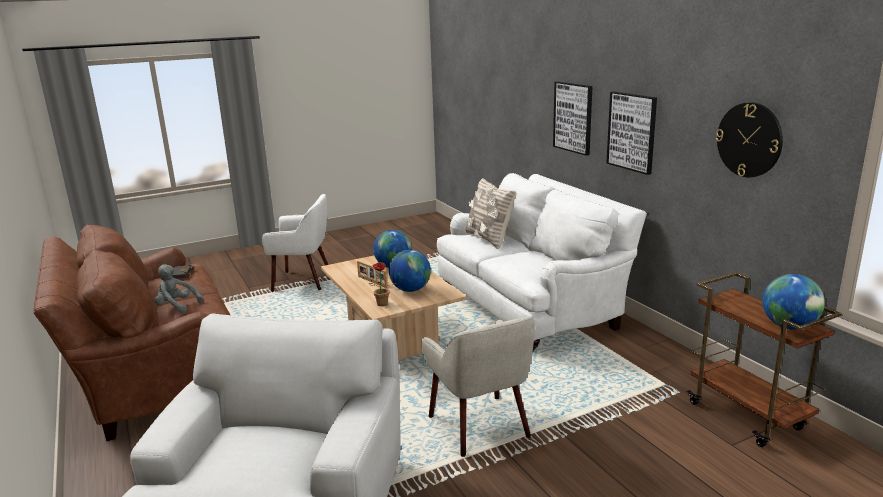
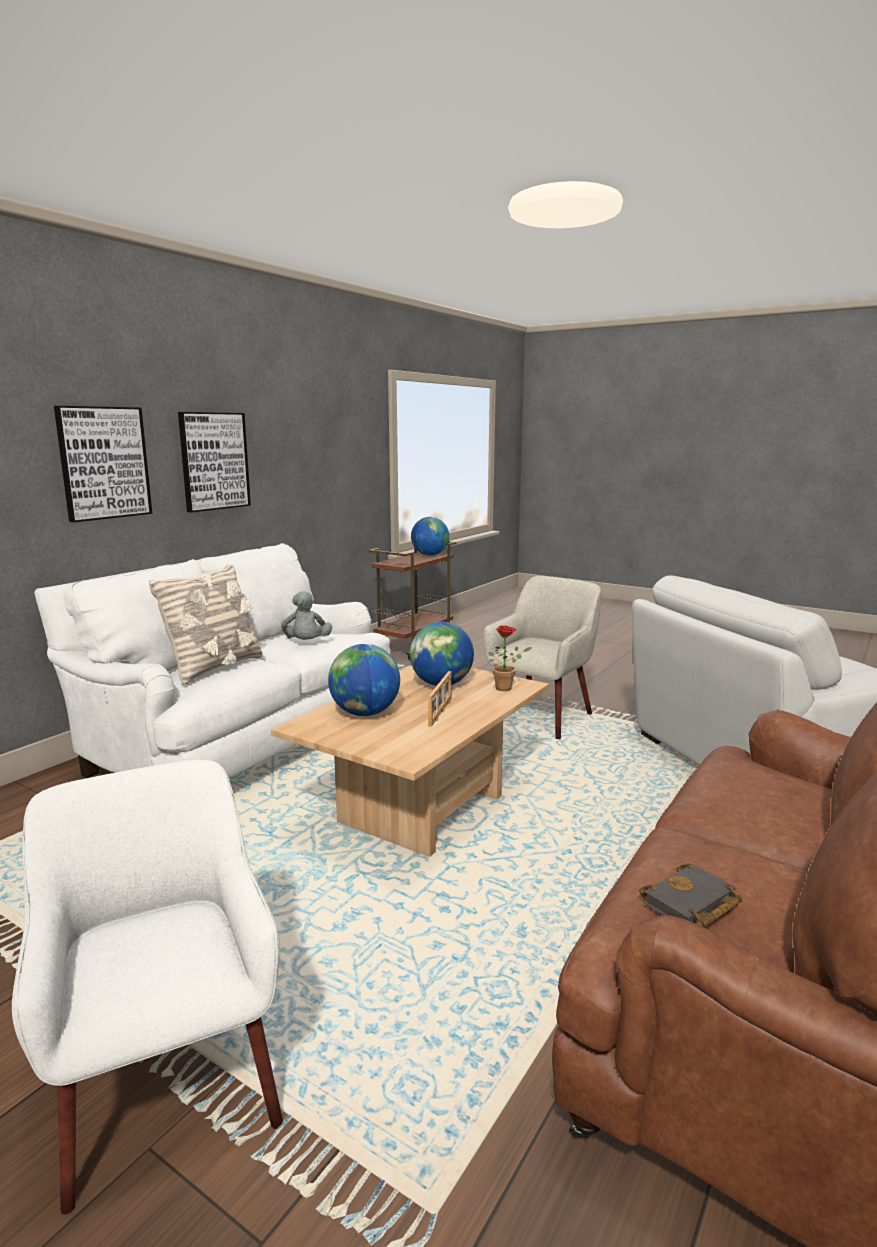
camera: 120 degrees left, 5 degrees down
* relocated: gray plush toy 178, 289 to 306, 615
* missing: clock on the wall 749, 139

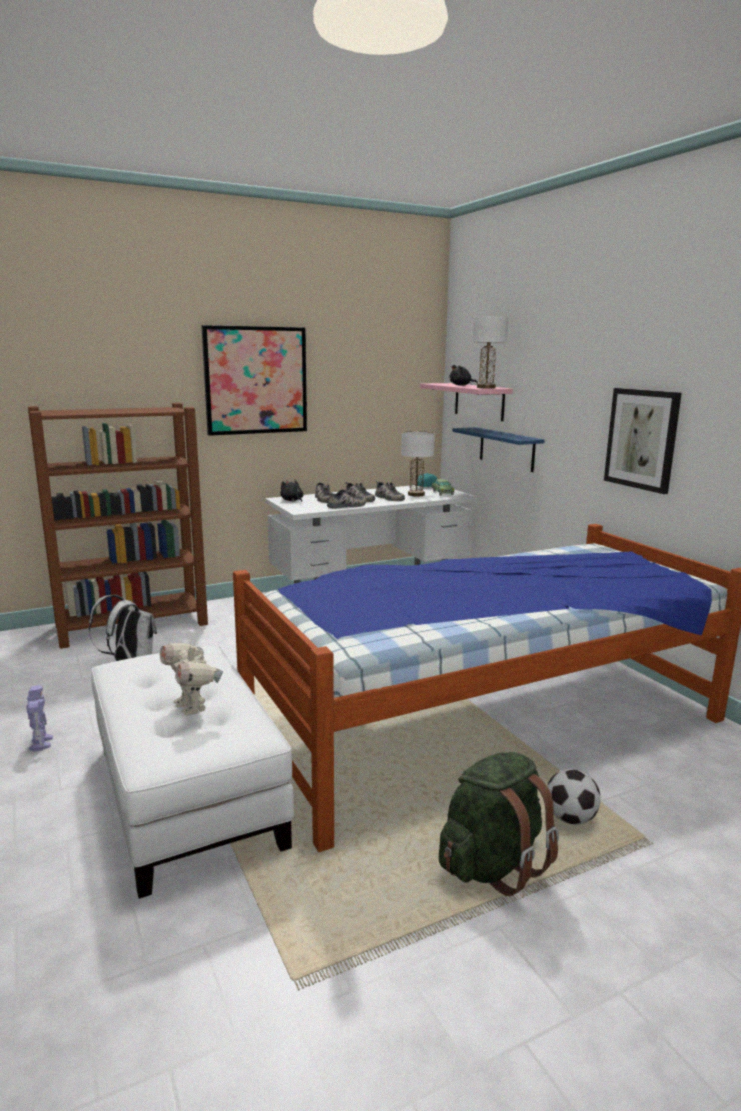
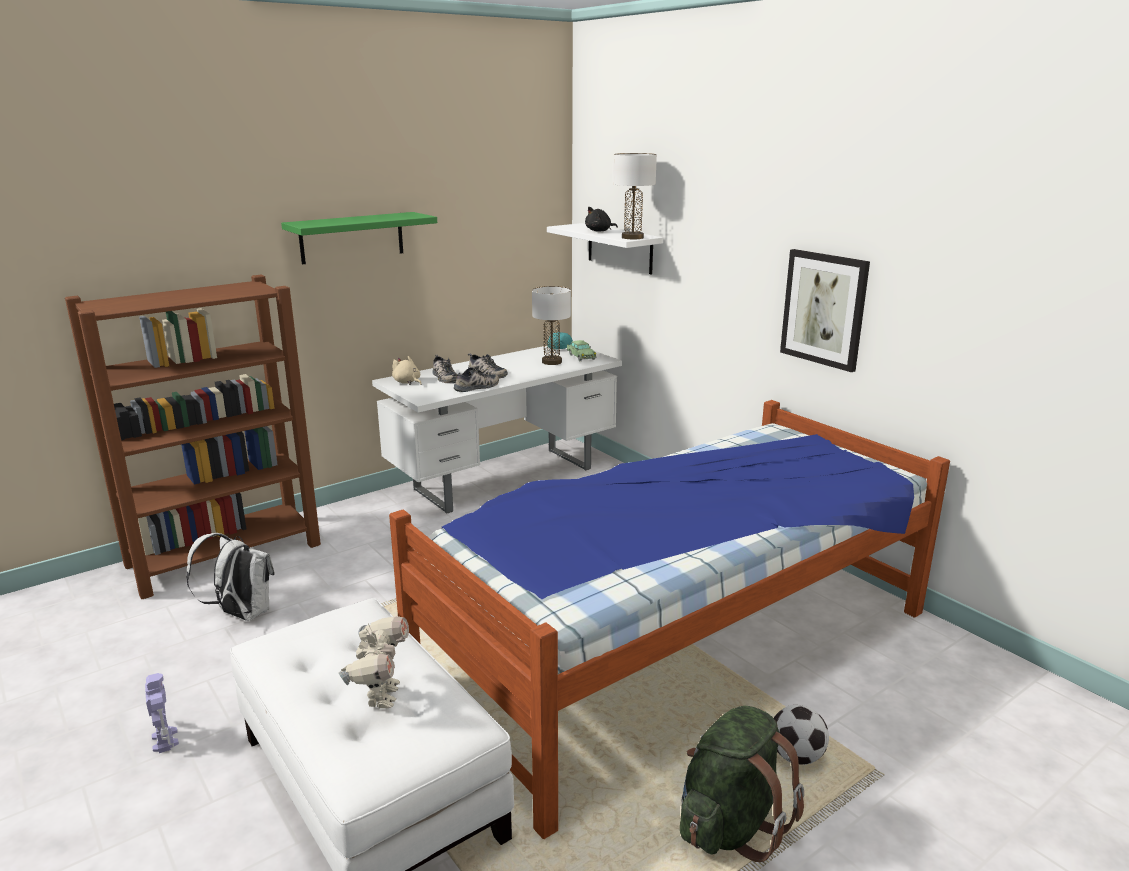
camera: 10 degrees left, 5 degrees up
* spun: robot figure 191, 677 = 373, 662 135 degrees counterclockwise
* exchanged: wall picture 254, 380 to greenish bracket shelf 359, 238
* colour: black-coloured plush toy 291, 491 to sand-coloured plush toy 407, 370
* missing: shoe 390, 491
* colour: pinkish bracket shelf 466, 402 to white bracket shelf 605, 248
* missing: blue bracket shelf 498, 449

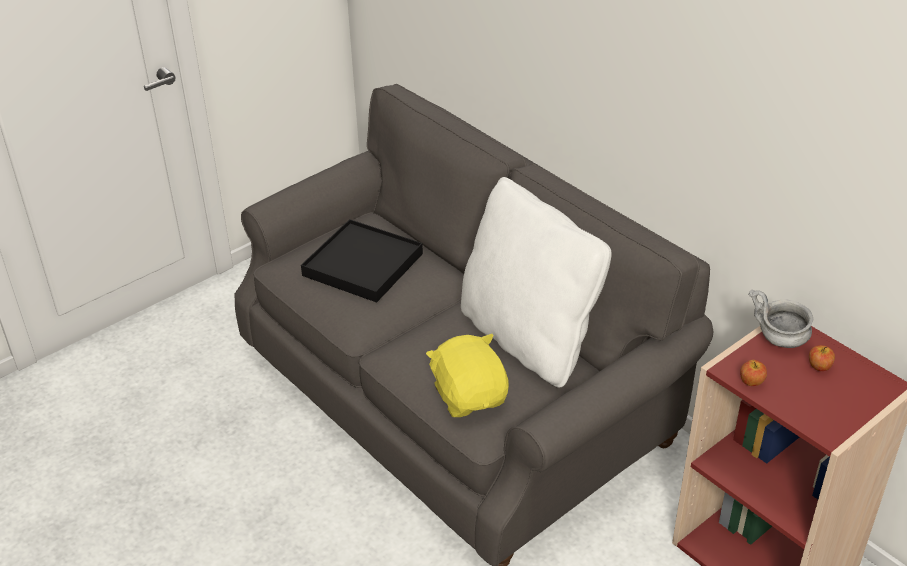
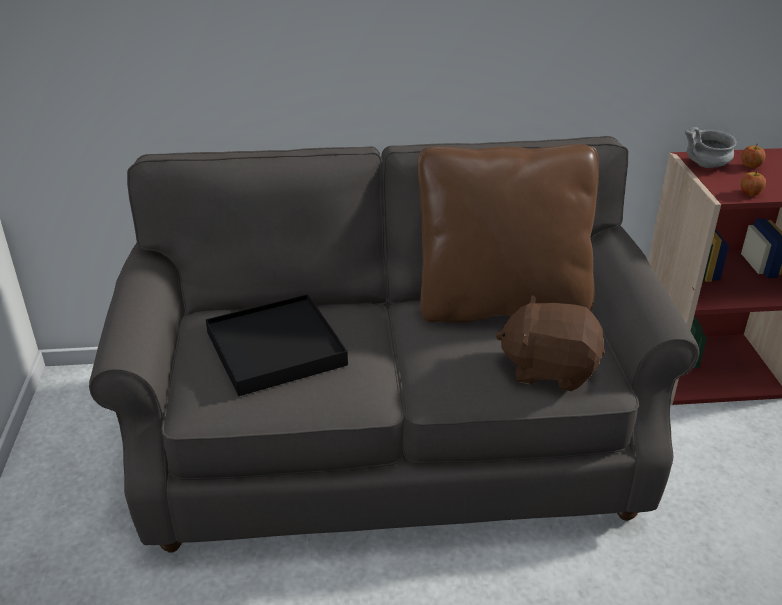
camera: 55 degrees left, 5 degrees down
* colour: yellow plush toy 467, 375 to brown-coloured plush toy 550, 343
* colour: white throw pillow 536, 282 to brown-coloured throw pillow 508, 233

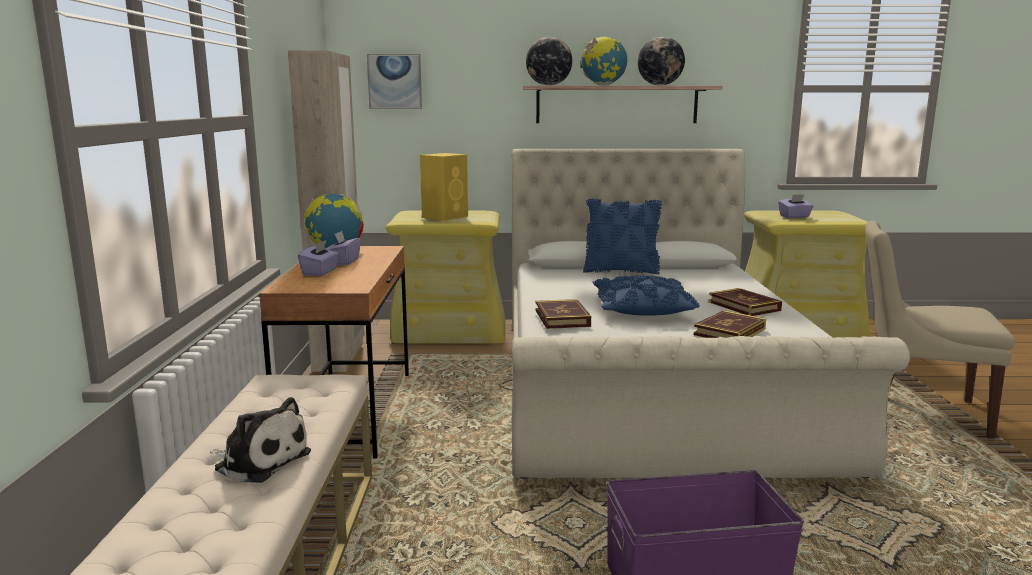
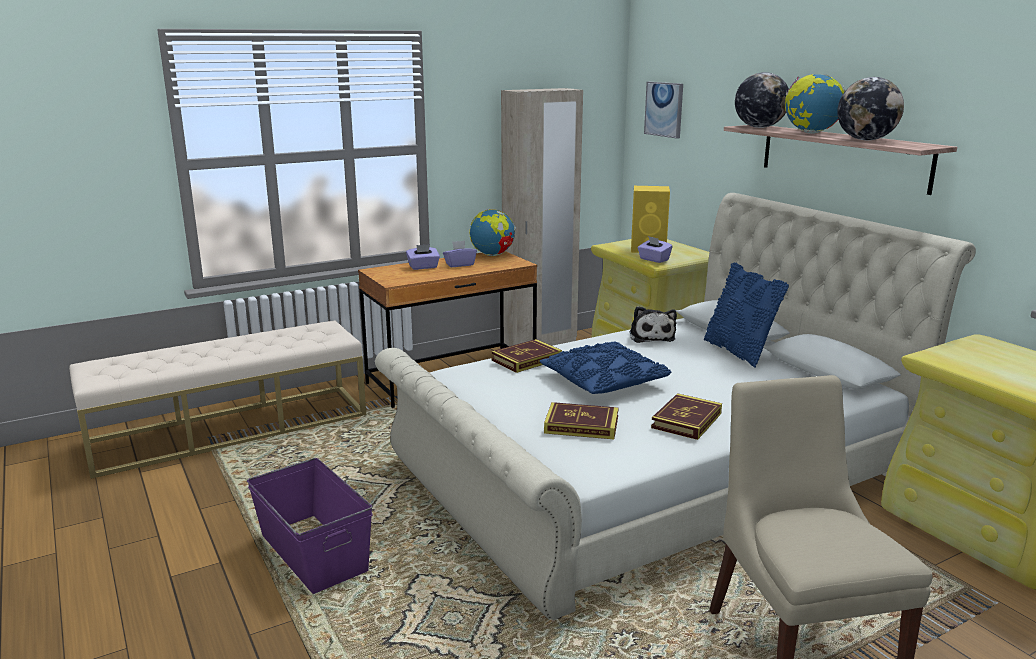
camera: 60 degrees right, 5 degrees up
* relocated: plush toy 260, 440 to 653, 324
* relocated: purple-coloured tissue holder 796, 206 to 655, 249

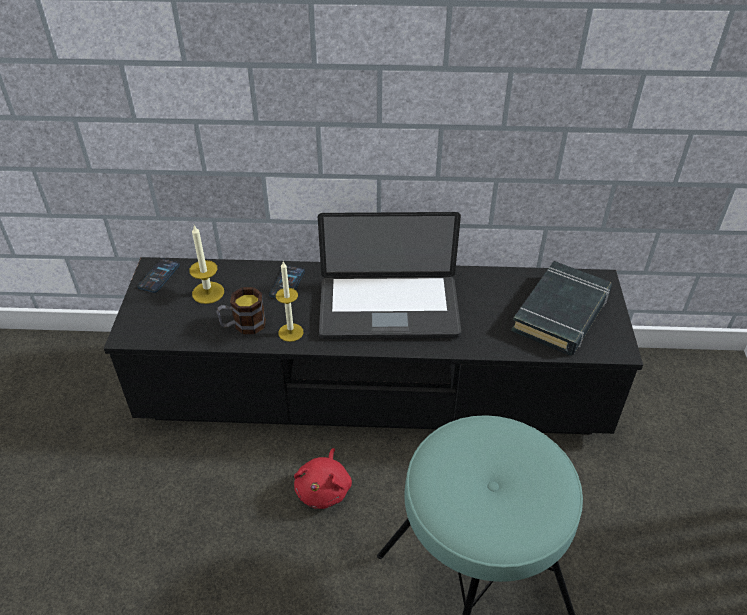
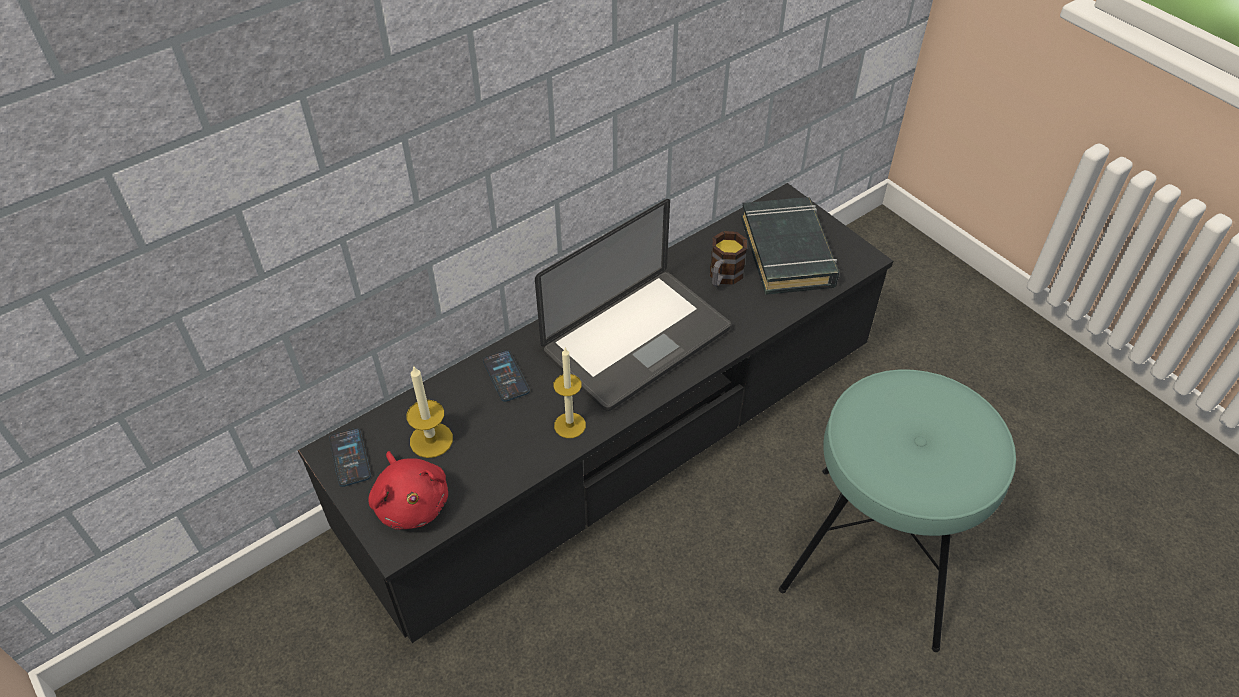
camera: 40 degrees left, 5 degrees up
* relocated: coffee mug 241, 310 to 728, 259
* relocated: reddish plush toy 323, 478 to 408, 490

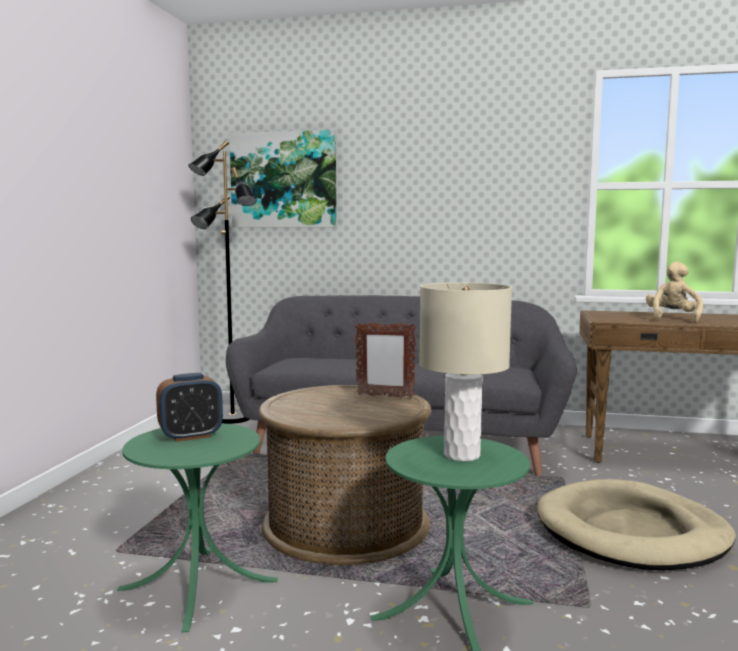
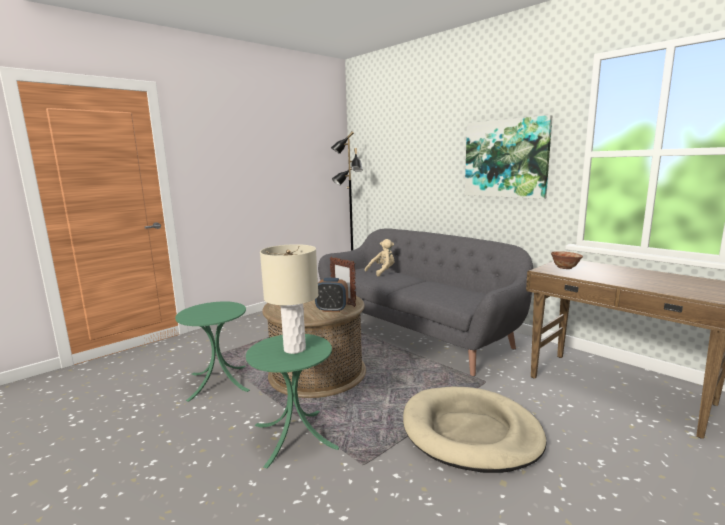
camera: 35 degrees right, 5 degrees up
* relocated: alarm clock 189, 407 to 331, 295
* relocated: wall picture 282, 178 to 508, 157
* relocated: sand-coloured plush toy 674, 292 to 379, 257
* appeared: bowl 567, 260

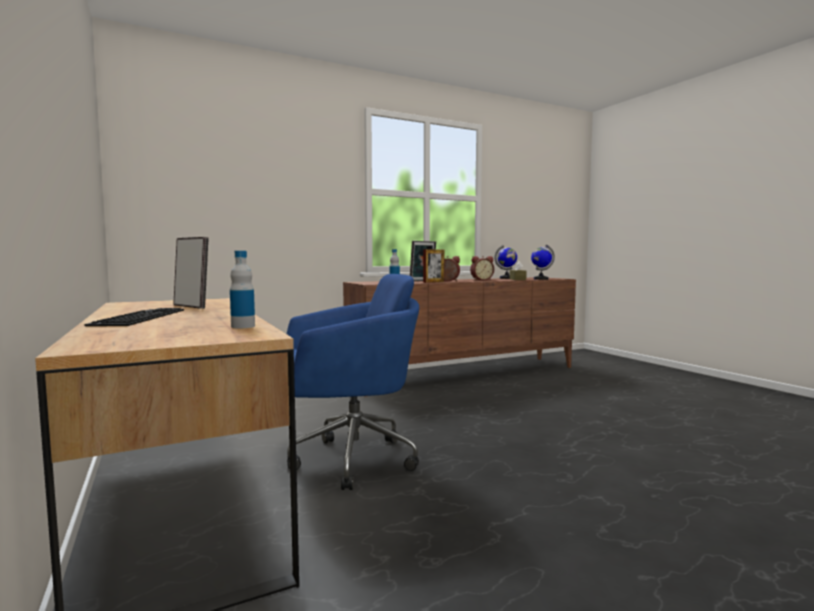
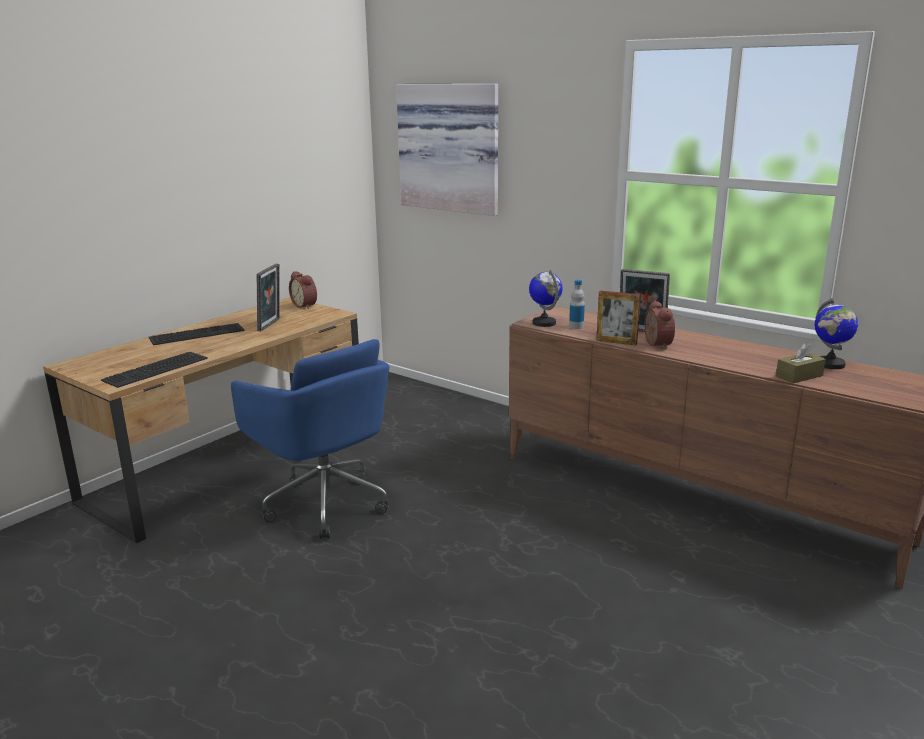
camera: 65 degrees right, 15 degrees up
* exchanged: bottle 242, 289 to keyboard 154, 370
* relocated: alarm clock 482, 268 to 303, 290
* relocated: world globe 543, 262 to 546, 298
* appeared: wall picture 447, 150

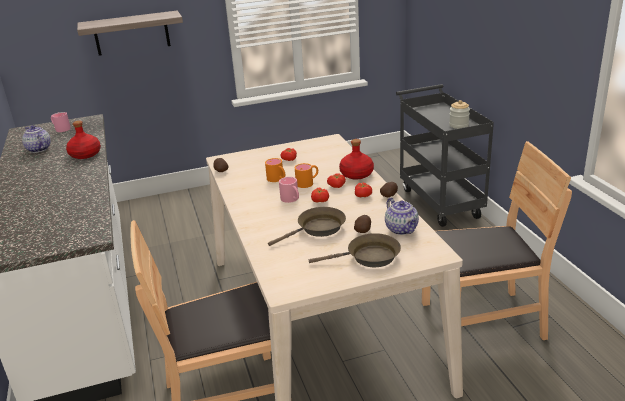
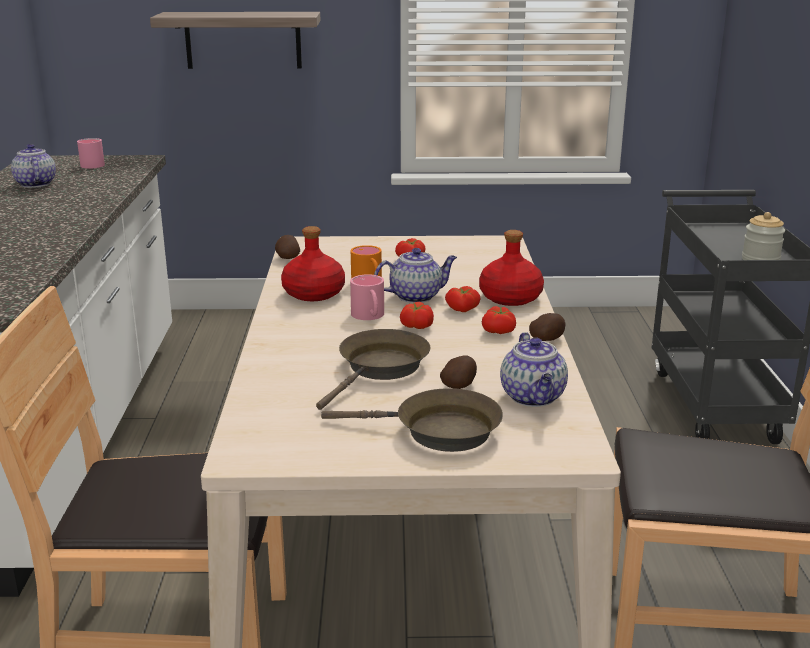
camera: 15 degrees right, 5 degrees down
* relocated: reddish bottle 83, 140 to 313, 263
* spun: brown-coloured skillet 307, 226 = 373, 369 45 degrees counterclockwise
* exchanged: orange coffee mug 306, 175 to teapot 415, 275

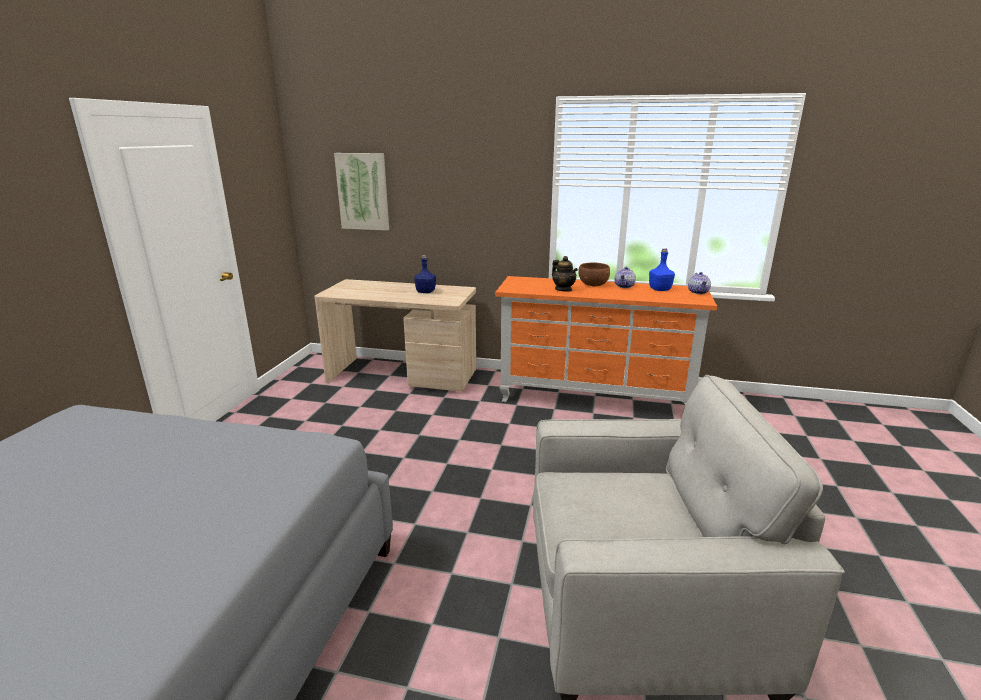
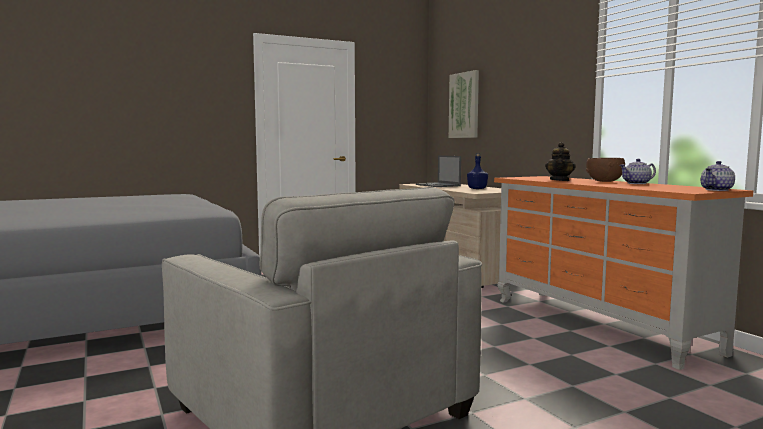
camera: 50 degrees right, 15 degrees down
* missing: blue bottle 662, 269
* appeared: laptop 438, 171

